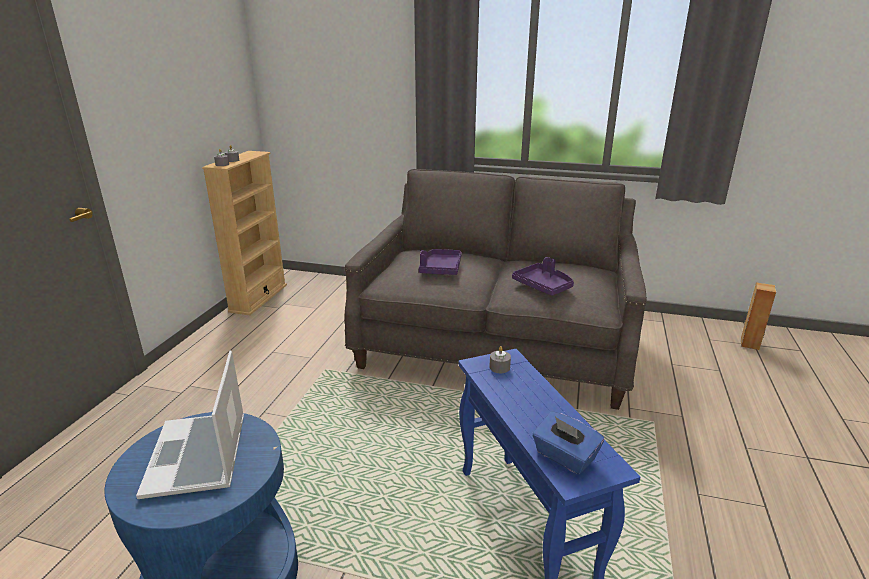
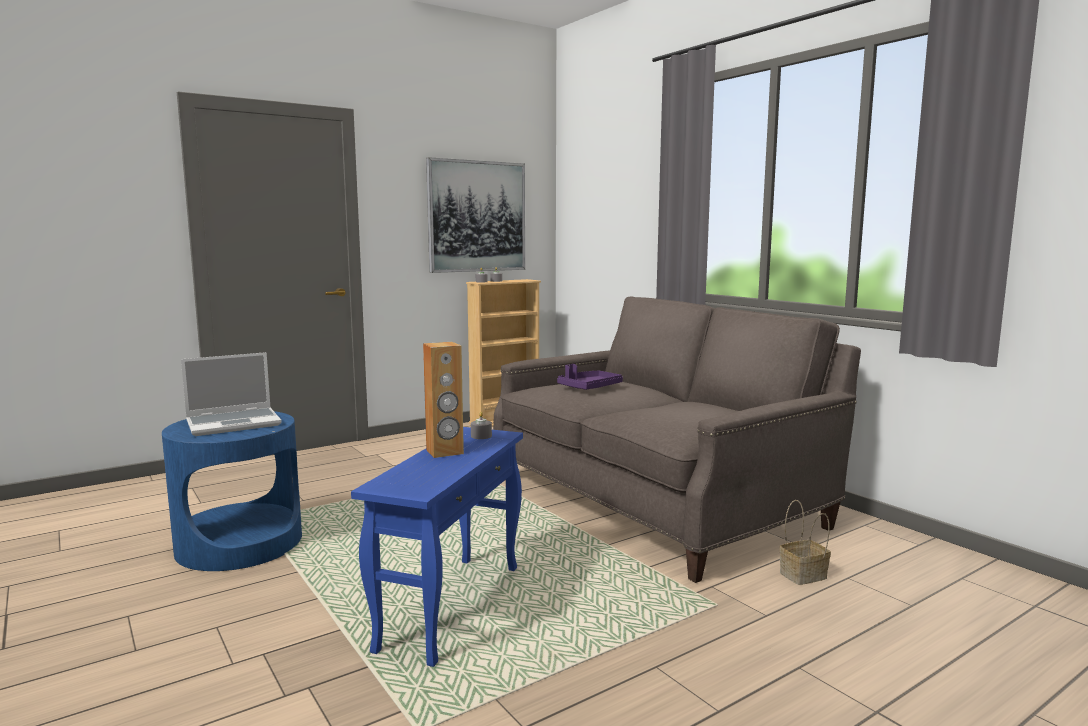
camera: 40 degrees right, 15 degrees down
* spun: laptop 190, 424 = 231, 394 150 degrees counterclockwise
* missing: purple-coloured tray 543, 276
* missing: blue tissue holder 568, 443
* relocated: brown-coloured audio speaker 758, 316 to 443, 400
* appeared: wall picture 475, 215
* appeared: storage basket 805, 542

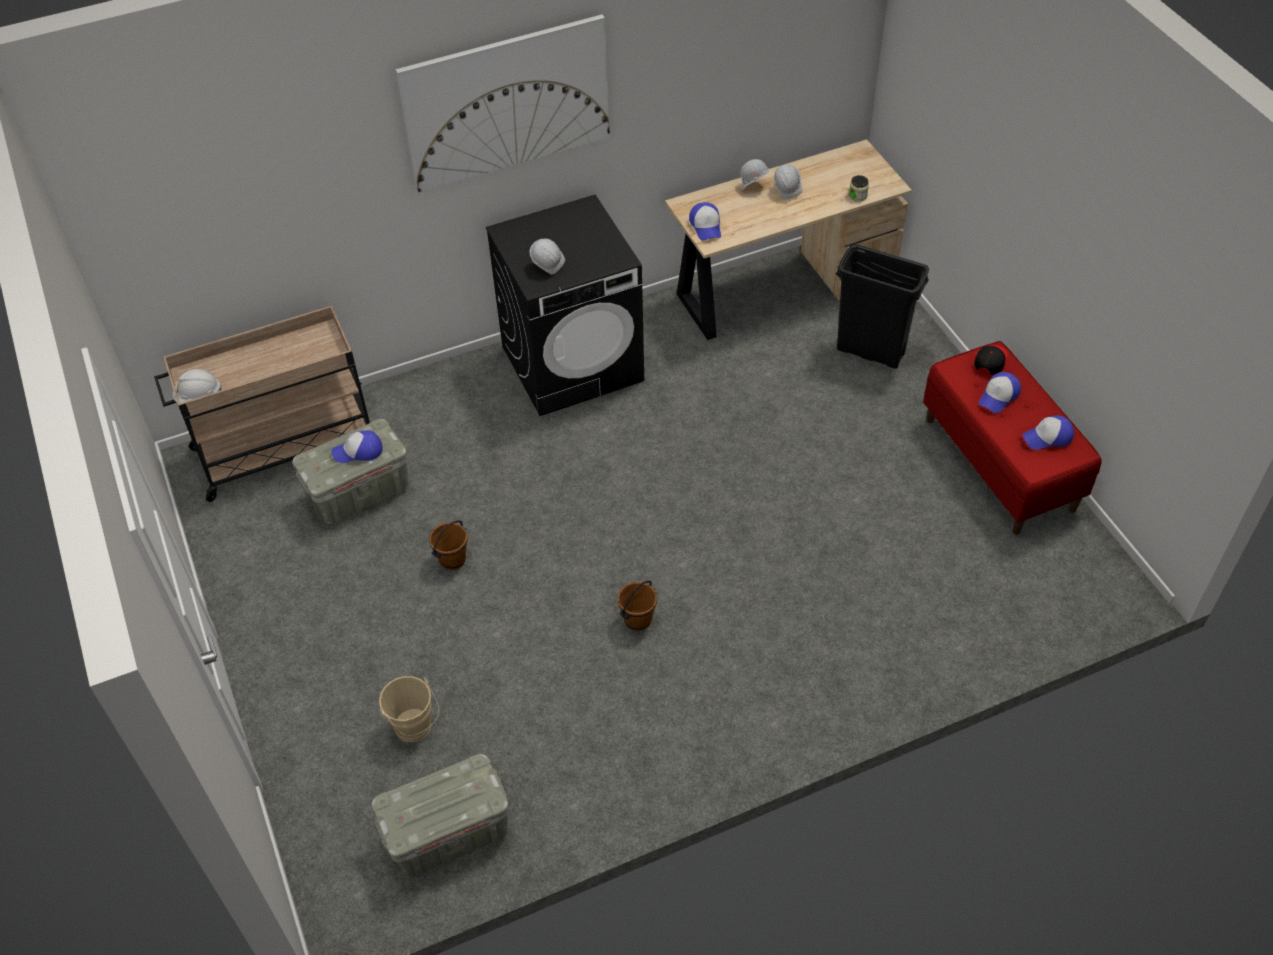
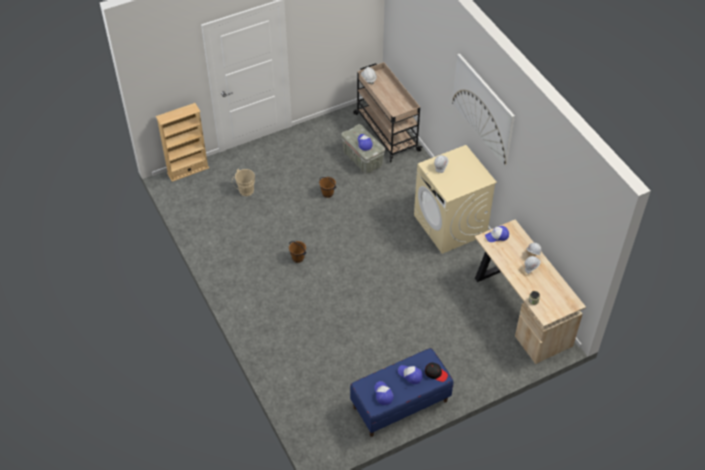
camera: 85 degrees right, 0 degrees up
* missing: gray storage bin 440, 816
* colour: black-coloured washing machine 565, 305 to sand-coloured washing machine 455, 199
* missing: black-coloured trash can 882, 306
* colour: reddish long seat 1012, 438 to blue long seat 401, 392
* appeared: sand-coloured bookcase 182, 142

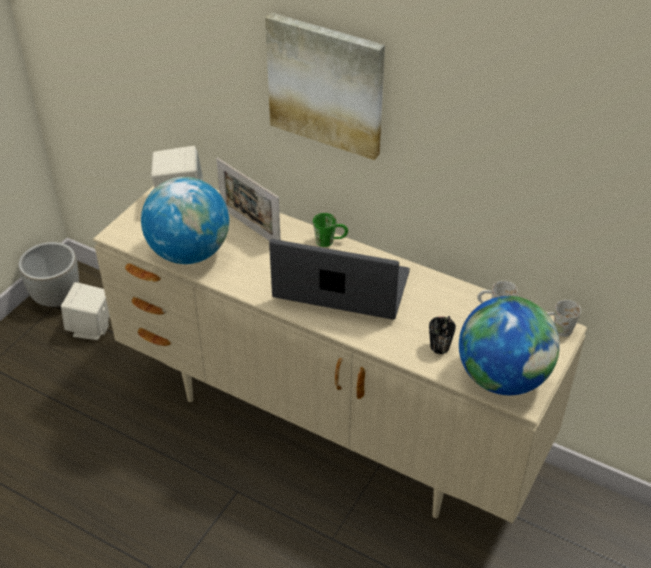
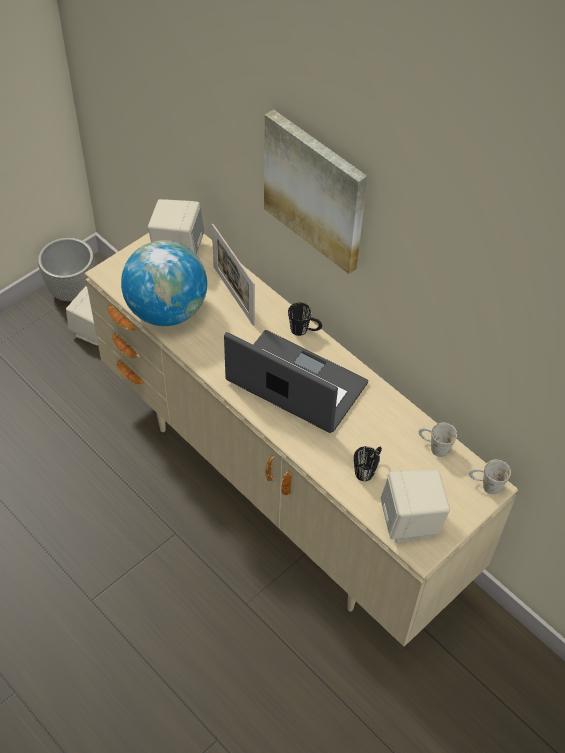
camera: 15 degrees right, 10 degrees up
* colour: greenish coffee mug 330, 230 to black-coloured coffee mug 305, 319
* exchanged: world globe 509, 345 to sand-coloured audio speaker 415, 506

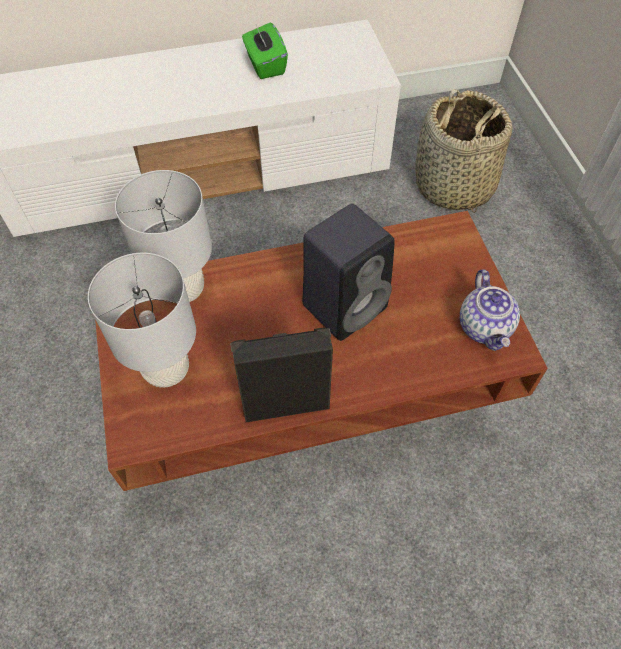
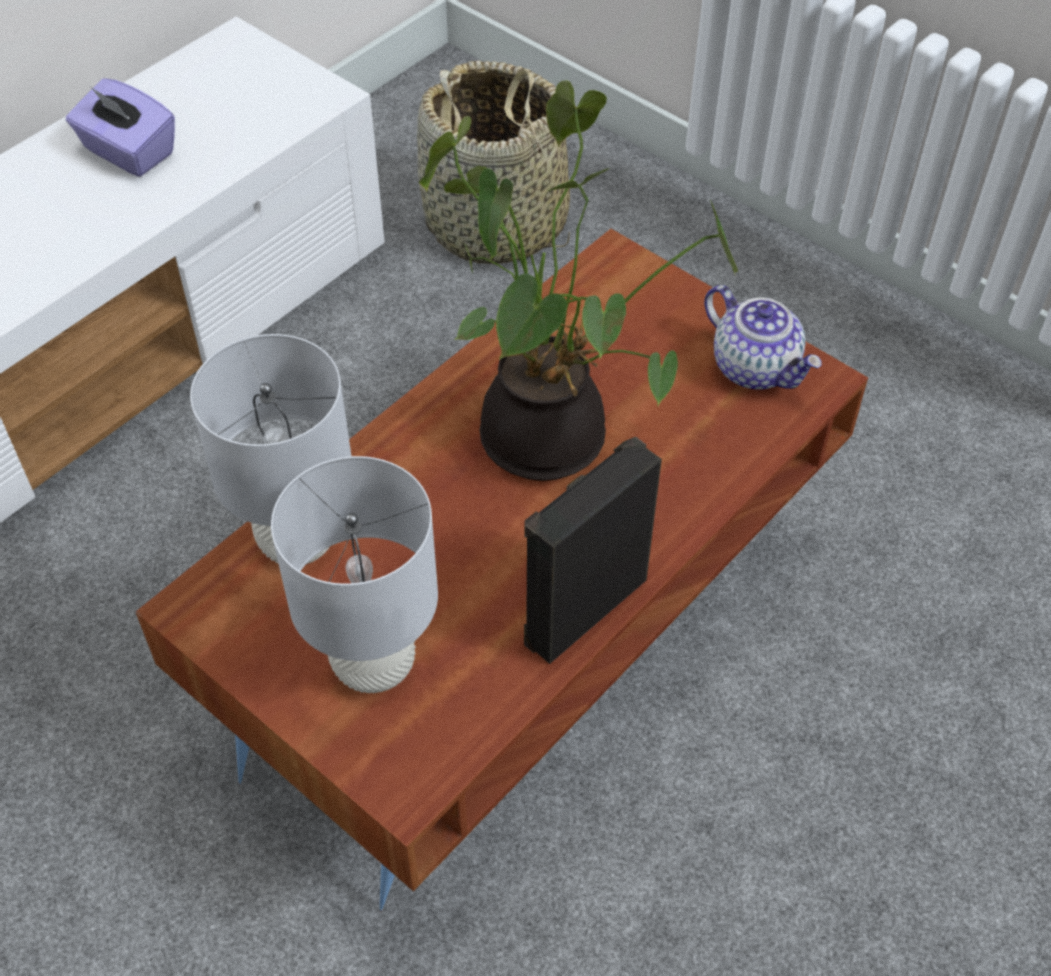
camera: 35 degrees left, 5 degrees down
* colour: greenish tissue holder 265, 51 to purple-coloured tissue holder 120, 127
* exchanged: black-coloured audio speaker 348, 272 to plant in a pot 578, 280

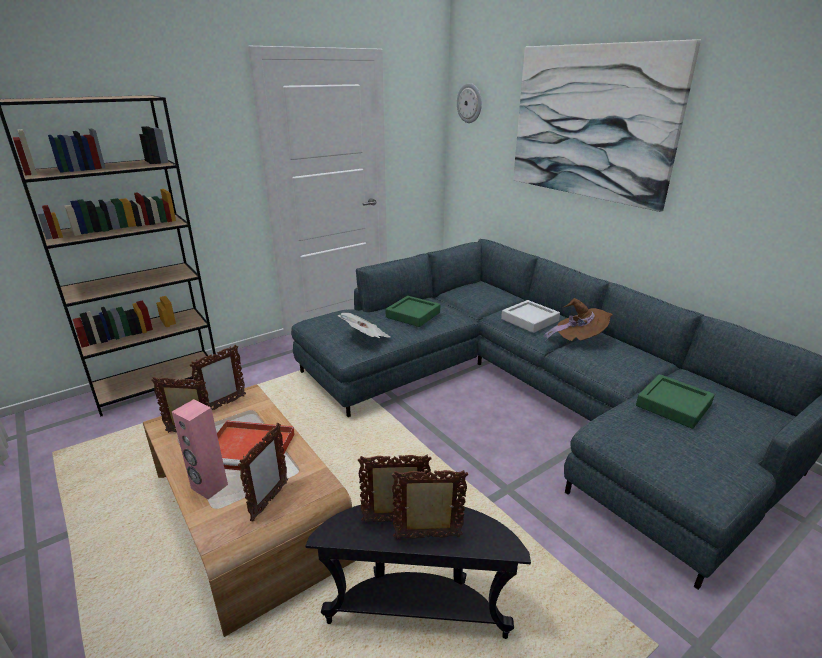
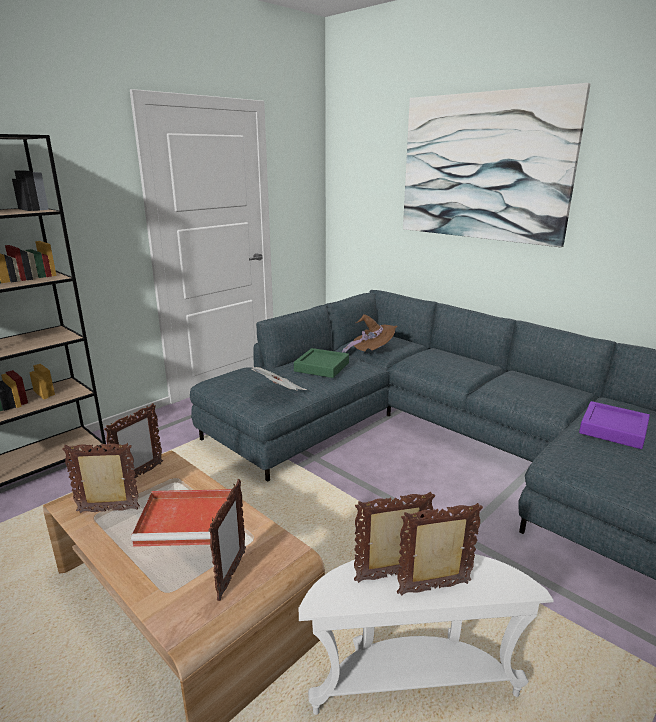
camera: 10 degrees left, 5 degrees down
* missing: pinkish audio speaker 200, 449
* colour: black-coloured accent table 418, 572 to white accent table 426, 634
* missing: clock on the wall 469, 103
* missing: gray tray 530, 316
* relocated: brown-coloured wearable hat 578, 319 to 369, 333
* colour: greenish tray 675, 401 to purple-coloured tray 614, 425

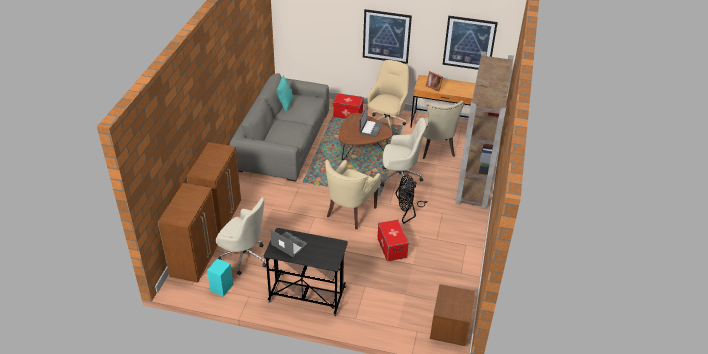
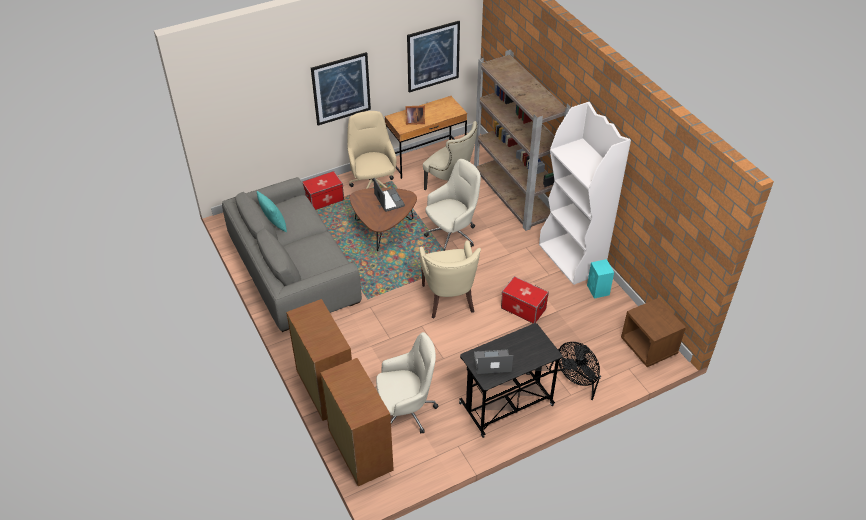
camera: 40 degrees left, 5 degrees up
* relocated: blue-green audio speaker 220, 278 to 600, 279
* relocated: black-coloured cooling fan 411, 199 to 575, 371
* appeared: white bookcase 585, 193

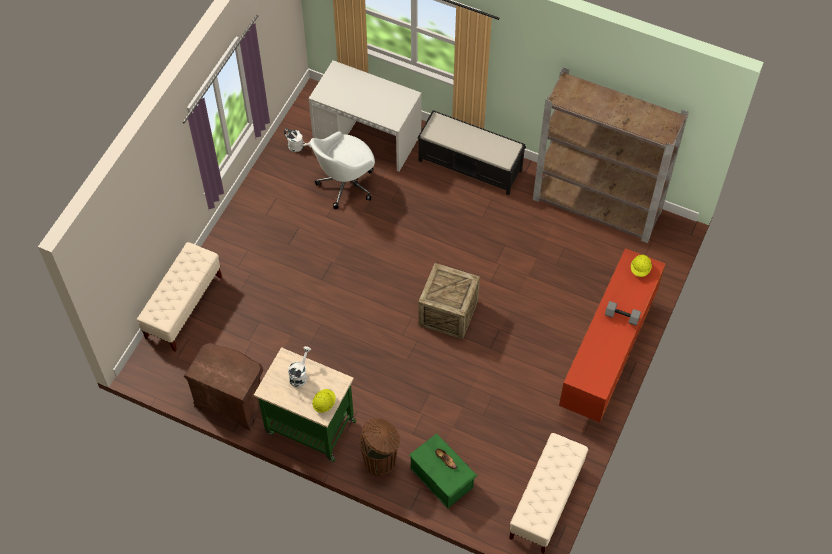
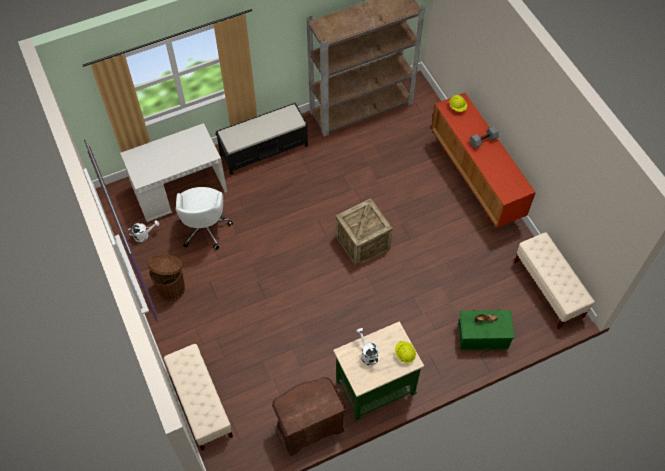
camera: 50 degrees left, 0 degrees up
* relocated: brown-coloured trash can 379, 447 to 166, 277

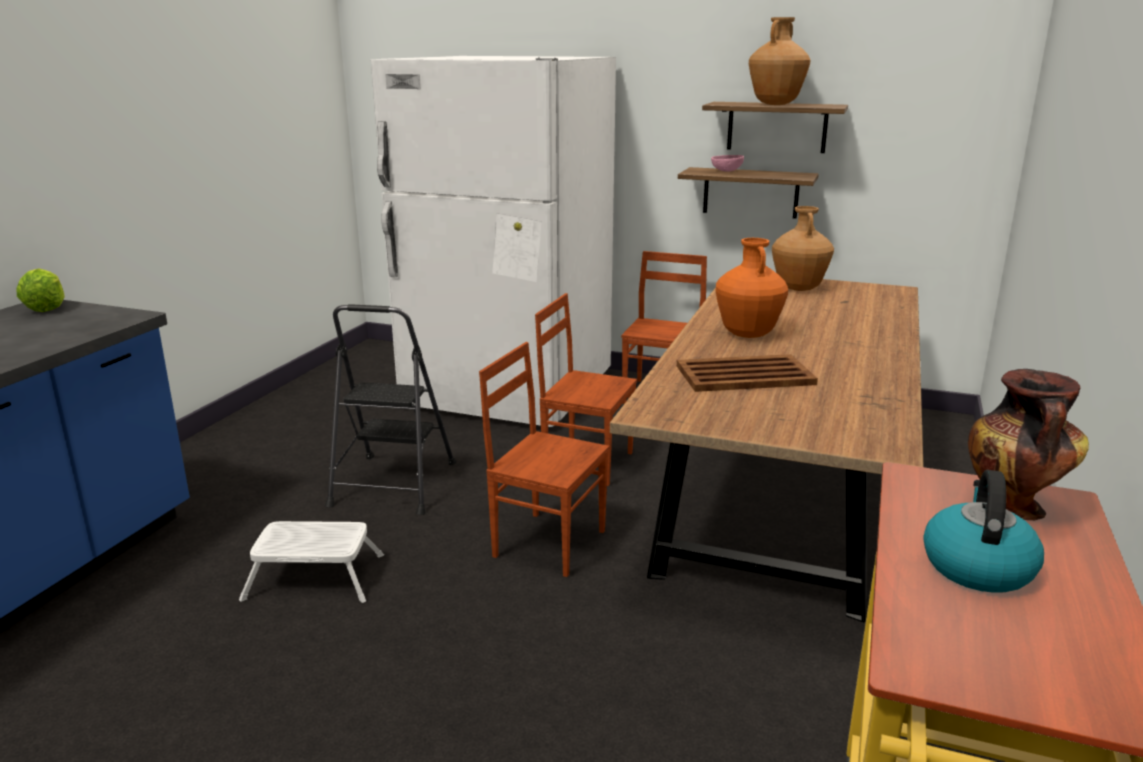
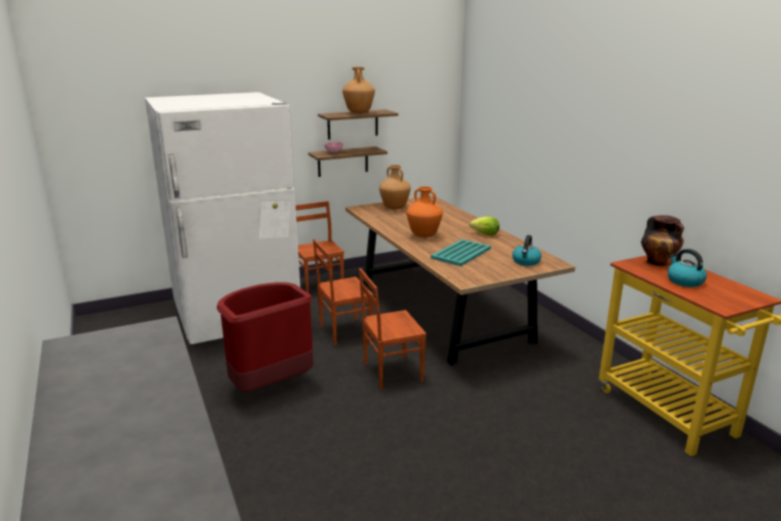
camera: 45 degrees left, 0 degrees up
* relocated: lettuce head 41, 290 to 484, 226
* missing: white stepladder 311, 562
* exchanged: black-coloured stepladder 391, 409 to reddish trash can 265, 337
* colour: brown-coloured tray 747, 373 to blue-green tray 461, 252
* appeared: kettle 527, 250

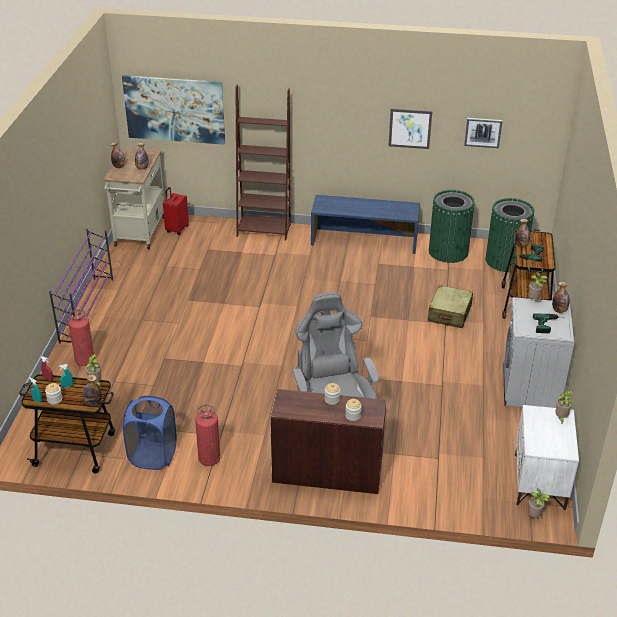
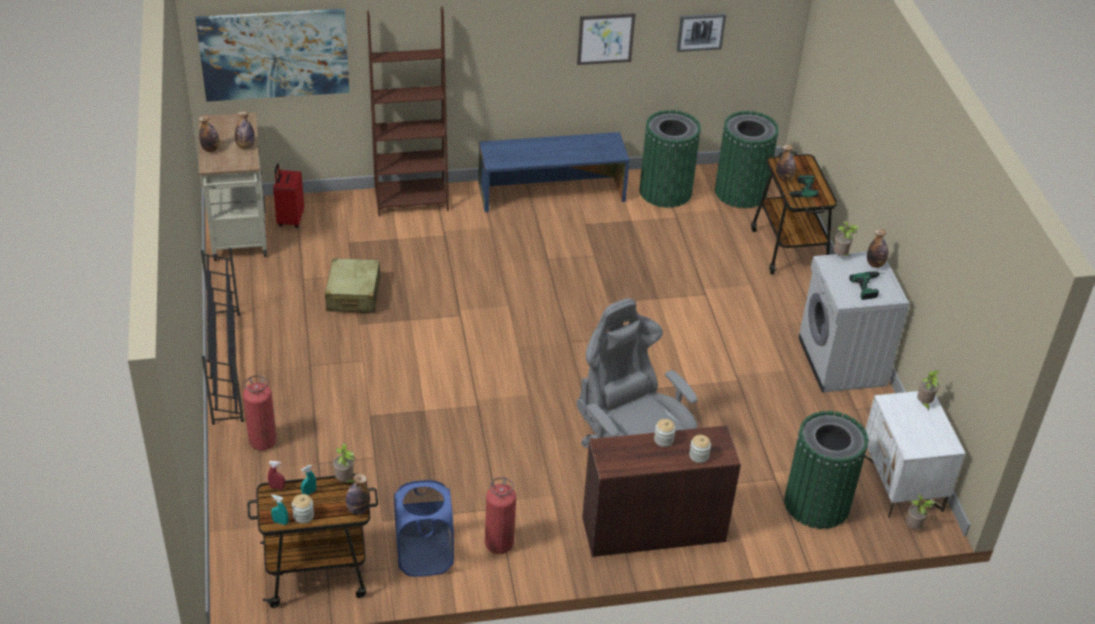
camera: 20 degrees left, 5 degrees up
* colour: purple-coloured shoe rack 81, 286 to black-coloured shoe rack 222, 336
* relocated: sand-coloured suitcase 450, 306 to 353, 285
* appeared: greenish trash can 826, 470

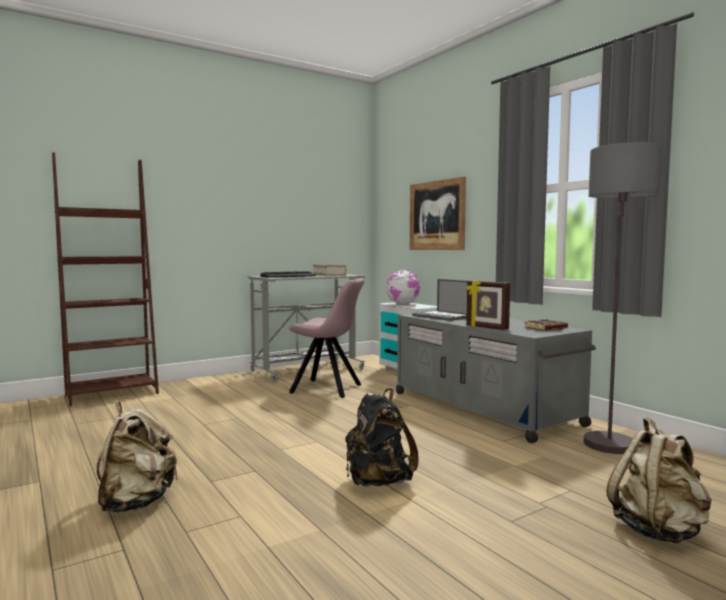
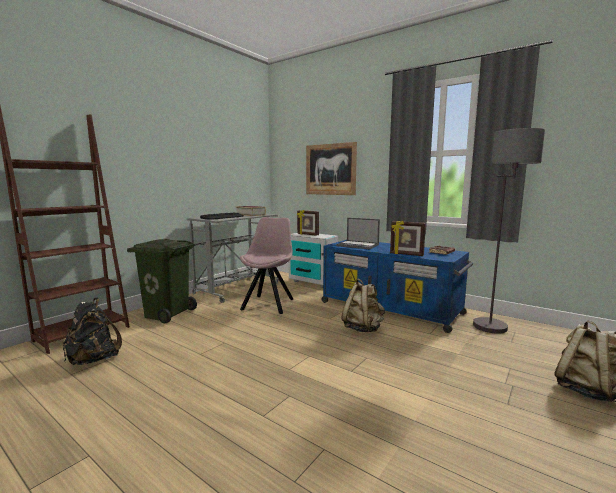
camera: 20 degrees left, 5 degrees up
* relocated: sand-coloured knapsack 137, 457 to 363, 305
* spun: pinkish chair 327, 338 = 266, 265 75 degrees counterclockwise
* relocated: black-coloured knapsack 382, 437 to 92, 331
* exchanged: world globe 403, 287 to standing frame 308, 223
* colour: gray storage cabinet 496, 378 to blue storage cabinet 397, 286
* appeared: greenish trash can 162, 281

